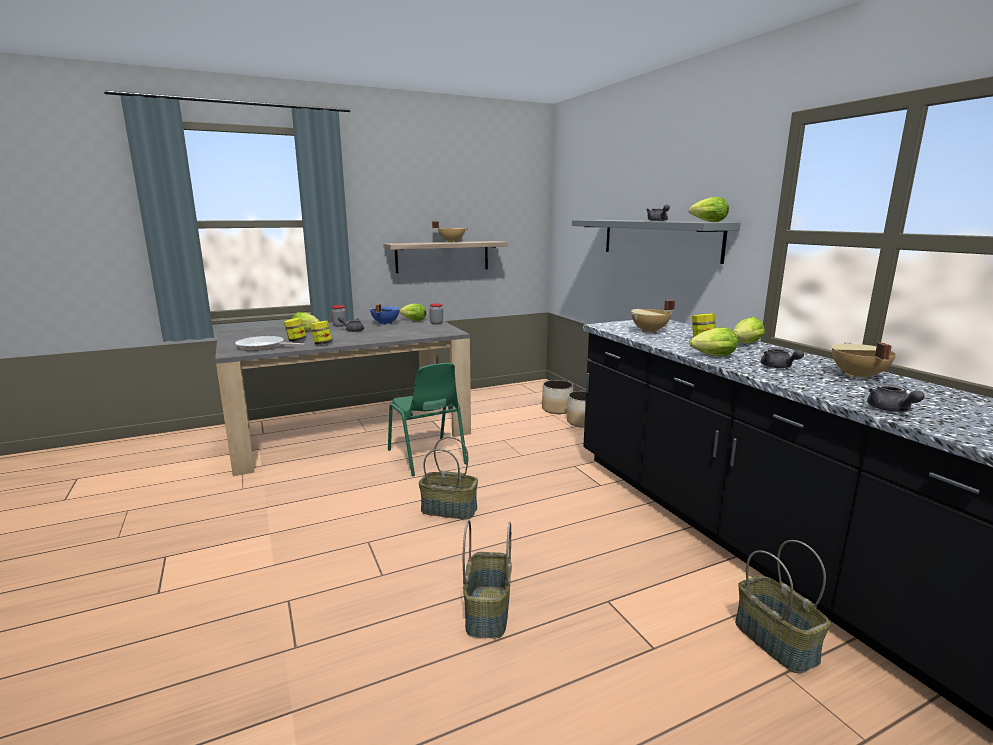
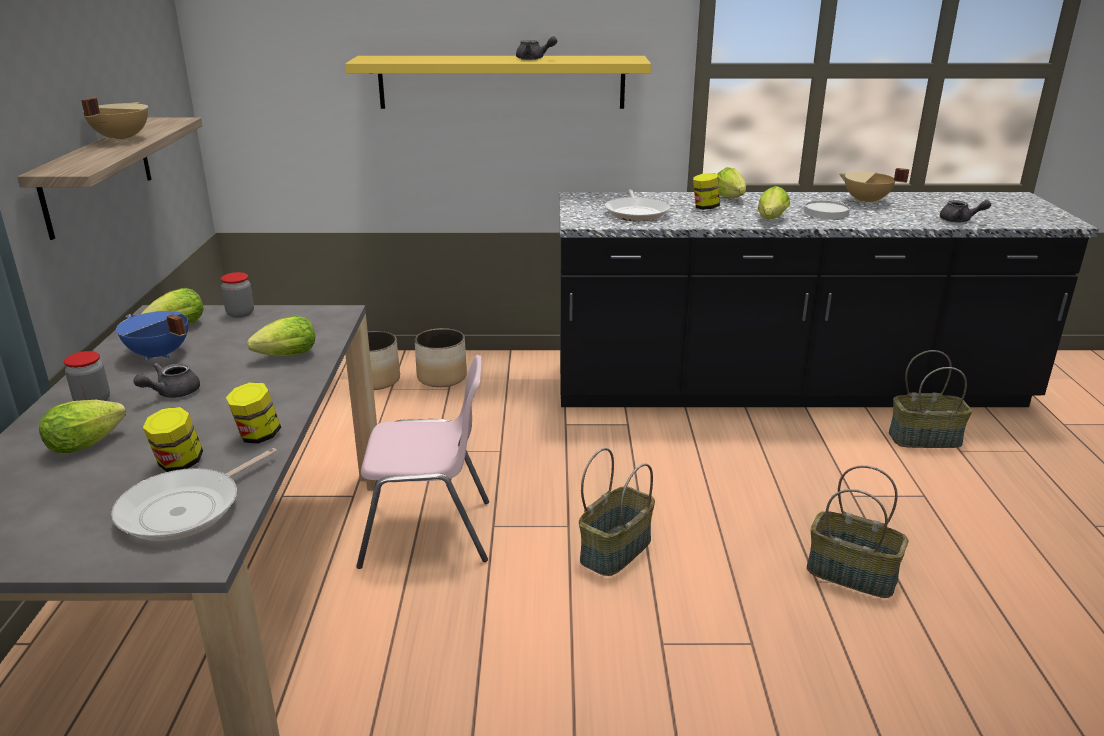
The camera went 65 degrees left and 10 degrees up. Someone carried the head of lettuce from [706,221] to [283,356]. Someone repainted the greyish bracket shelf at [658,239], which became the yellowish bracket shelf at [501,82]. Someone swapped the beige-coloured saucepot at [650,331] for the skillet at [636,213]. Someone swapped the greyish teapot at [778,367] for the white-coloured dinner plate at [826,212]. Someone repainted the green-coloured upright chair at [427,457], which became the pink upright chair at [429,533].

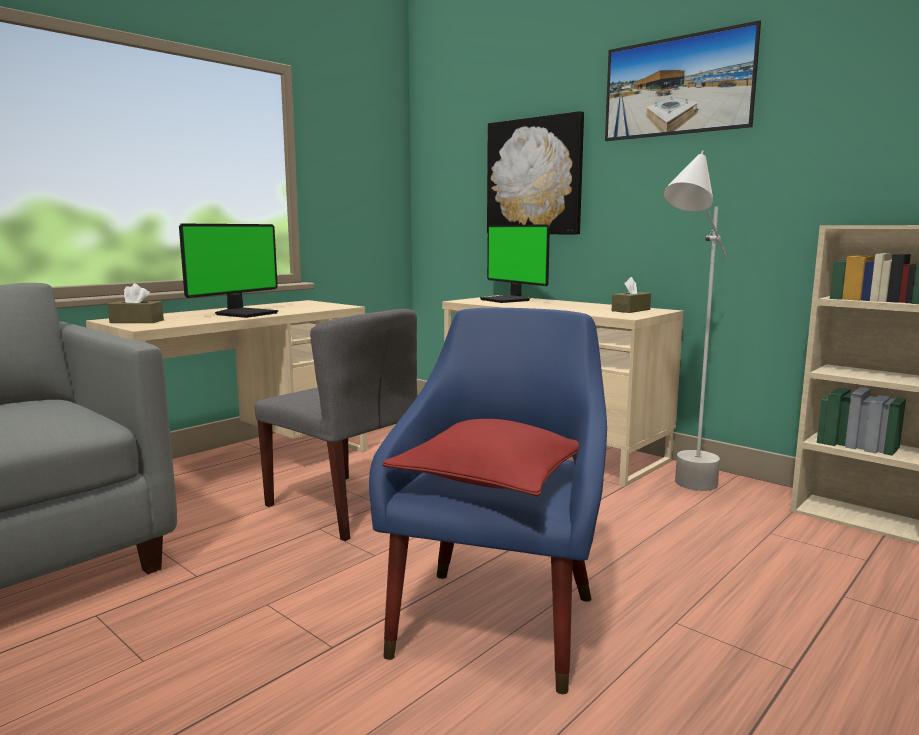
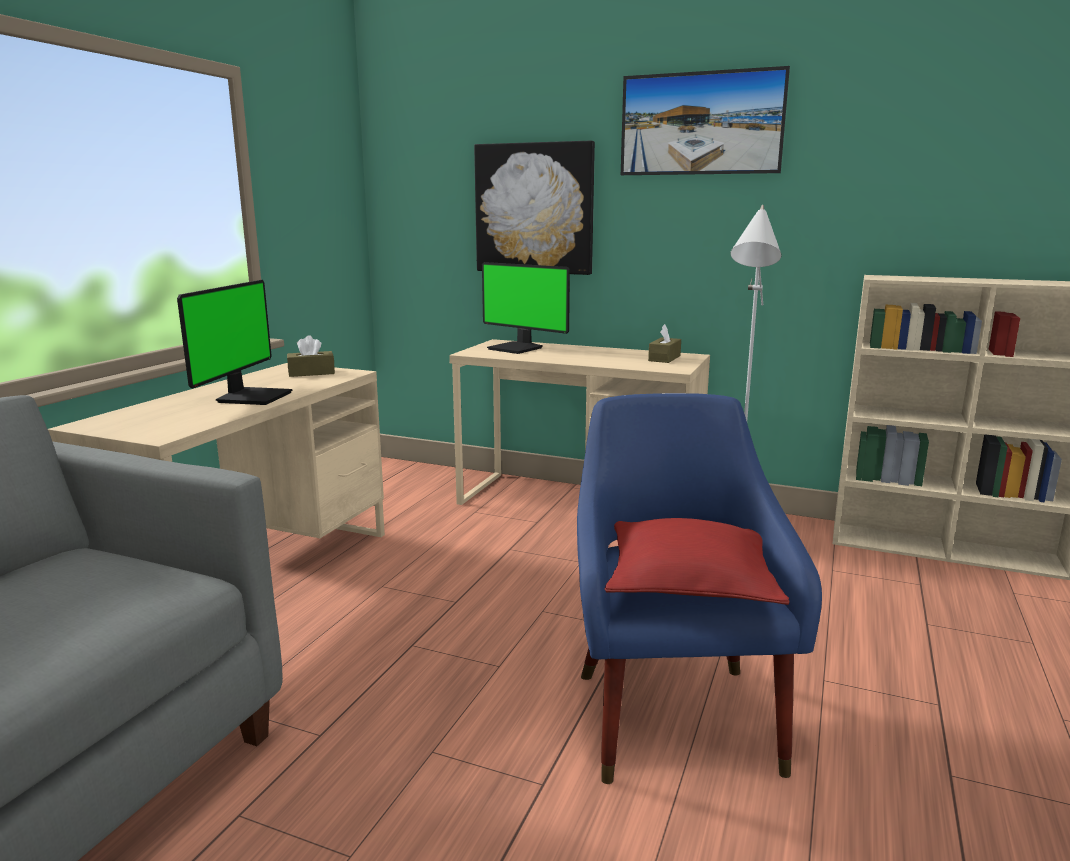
The camera went 20 degrees left and 5 degrees up. Someone carried the brownish tissue box from [137,321] to [311,373]. Someone took away the greyish upright chair at [346,505].

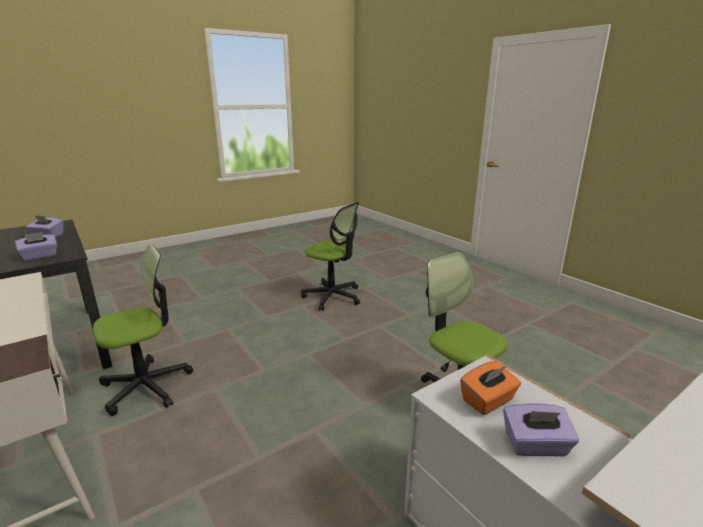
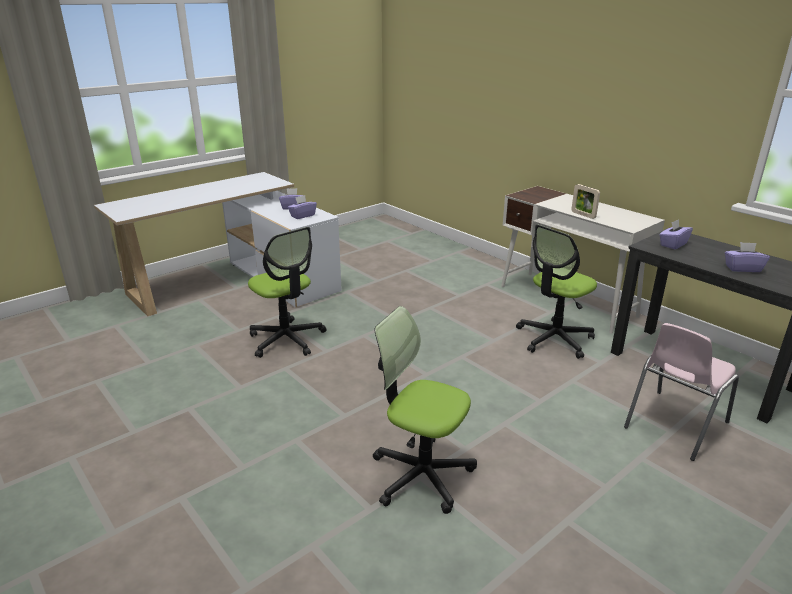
The camera went 175 degrees right and 5 degrees up. Someone repainted the orange tissue box at [488,401], which became the purple tissue box at [302,216]. Someone put down the standing frame at [583,215]. Someone put down the pink upright chair at [674,425].

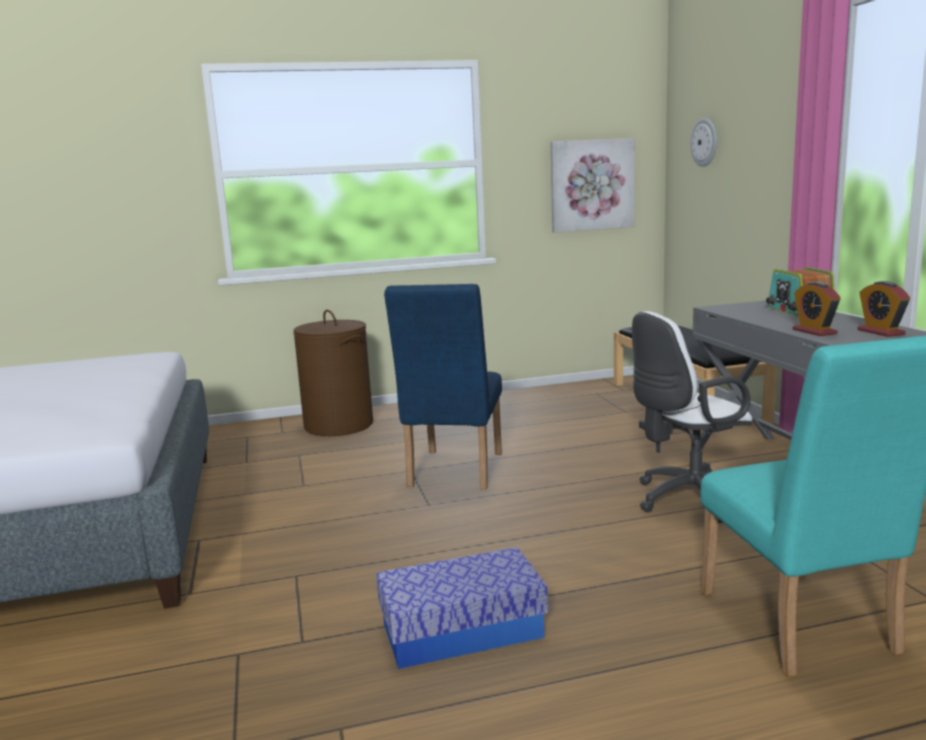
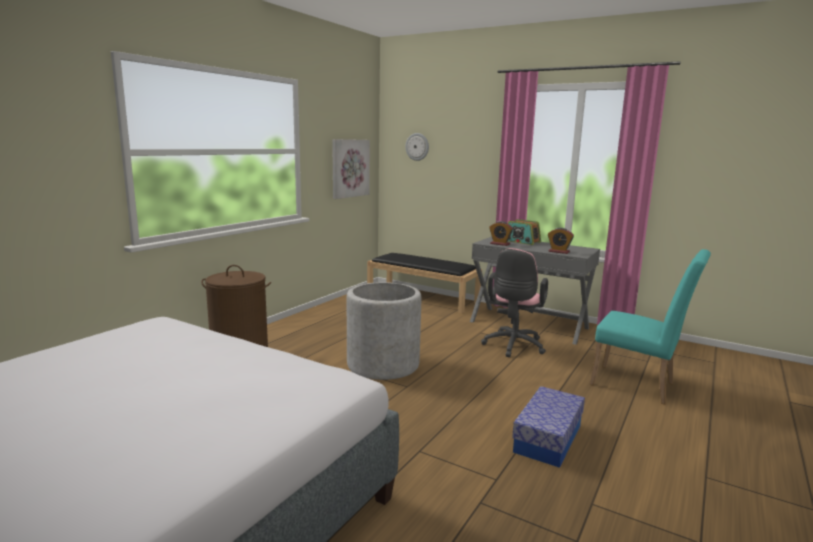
The camera went 45 degrees left and 0 degrees up. Someone carried the alarm clock from [880,332] to [500,244]. Someone swapped the blue upright chair at [453,473] for the greyish planter at [383,364]. Someone repainted the white-coloured computer chair at [687,499], which became the pink computer chair at [513,346].

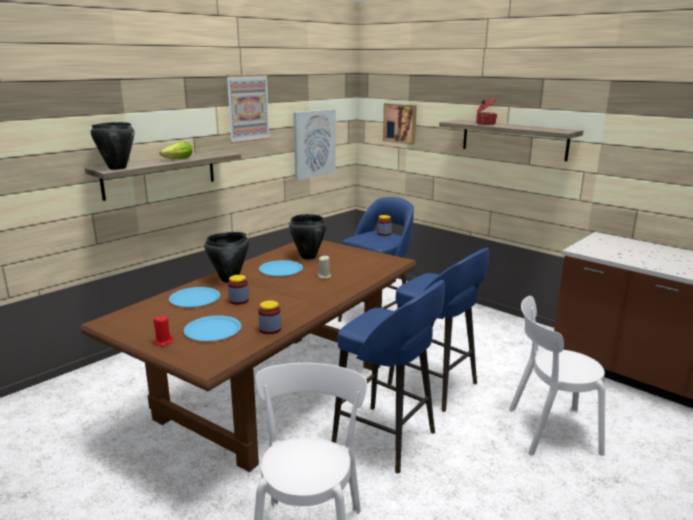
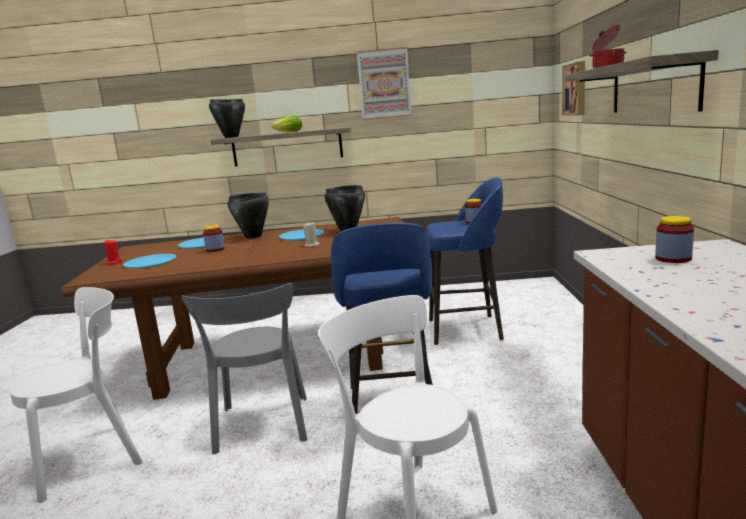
The camera went 50 degrees right and 5 degrees down. Someone took away the wall art at [314,143]. Someone swapped the blue stool at [387,439] for the greyish upright chair at [262,427]. Someone carried the storage jar from [270,329] to [673,259].

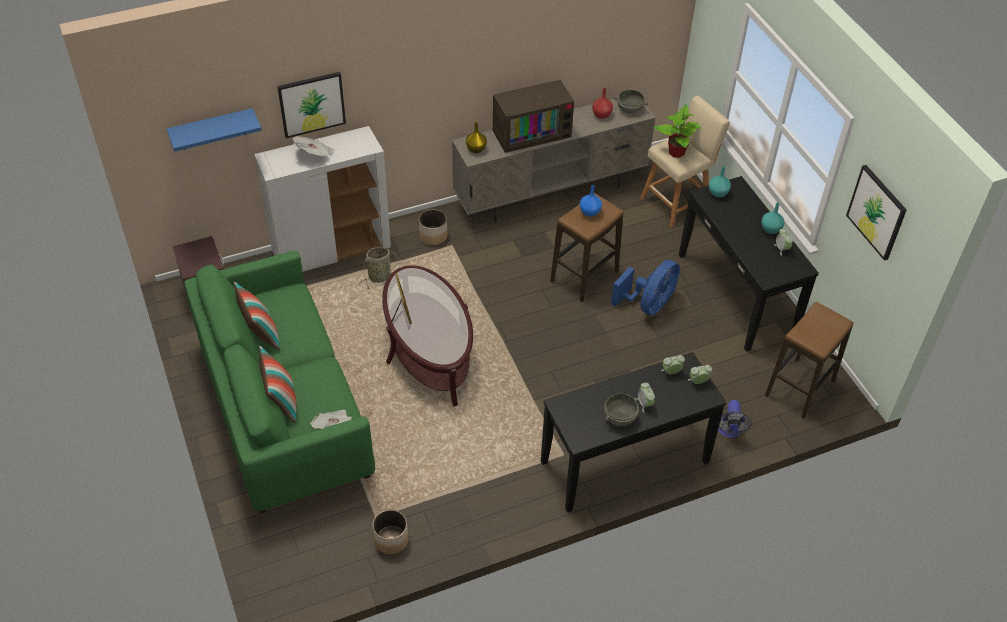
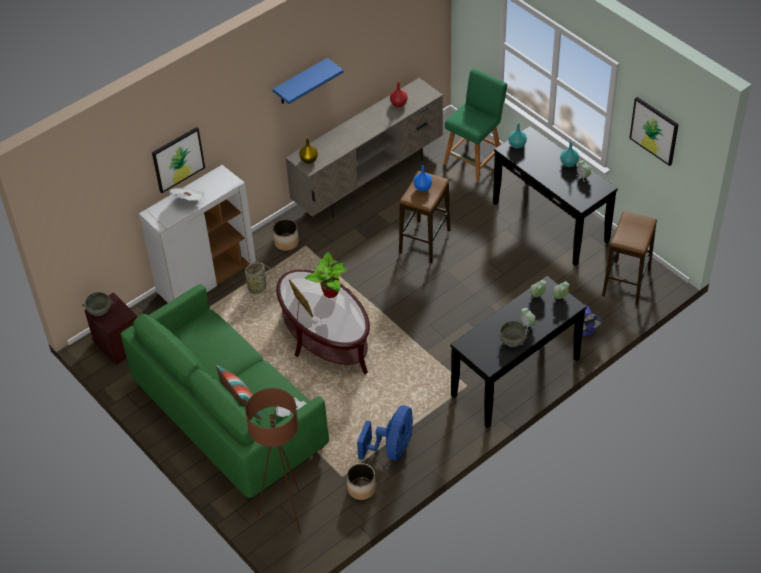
The camera went 15 degrees left and 0 degrees up. Someone took away the TV set at [531,132]. Someone carried the greyish bowl from [630,109] to [99,310]. Someone repainted the beige-coloured stool at [677,201], which became the green-coloured stool at [474,159]. Someone carried the plant in a pot from [676,152] to [330,292]. Someone carried the blue bracket shelf from [212,129] to [300,82]. Someone carried the blue cooling fan from [649,304] to [392,448]. Someone took away the pillow at [261,334]. Someone put down the brownish standard lamp at [286,512].

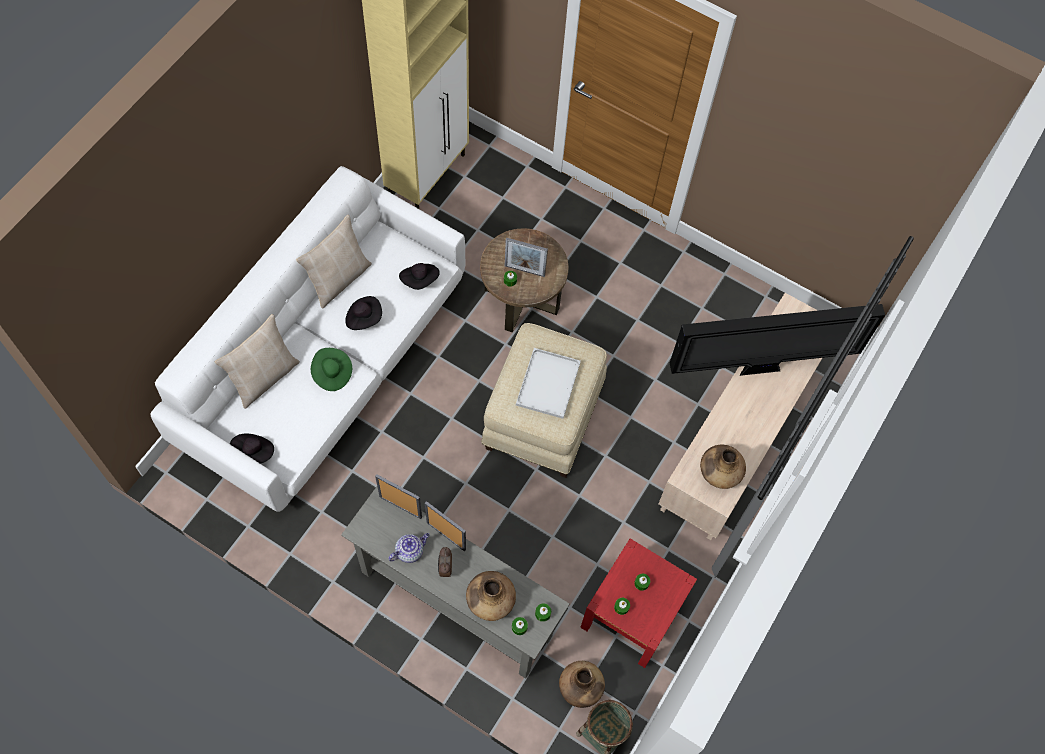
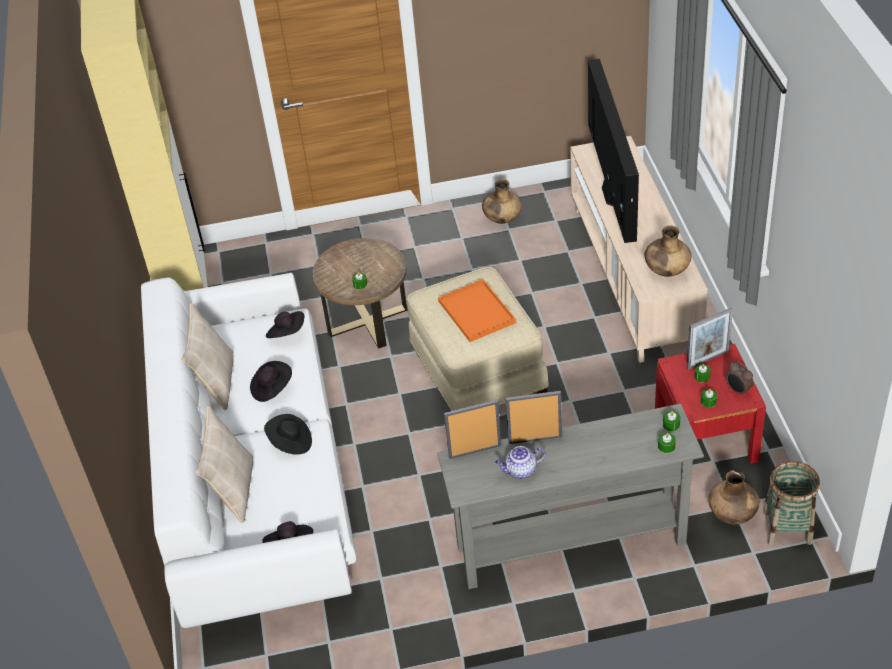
The camera went 35 degrees left and 20 degrees down. Someone carried the standing frame from [524,270] to [707,359]. Someone rotated the TV set at [761,367] by 45 degrees counterclockwise. Someone repainted the green-coloured wearable hat at [332,374], which became the black wearable hat at [290,443]. Someone repainted the white-coloured carrying tray at [548,382], which became the orange carrying tray at [475,311]. Someone rotated the teapot at [410,551] by 120 degrees counterclockwise. Someone carried the alarm clock from [445,568] to [738,391]. Someone carried the brownish decorative vase from [490,601] to [502,219].

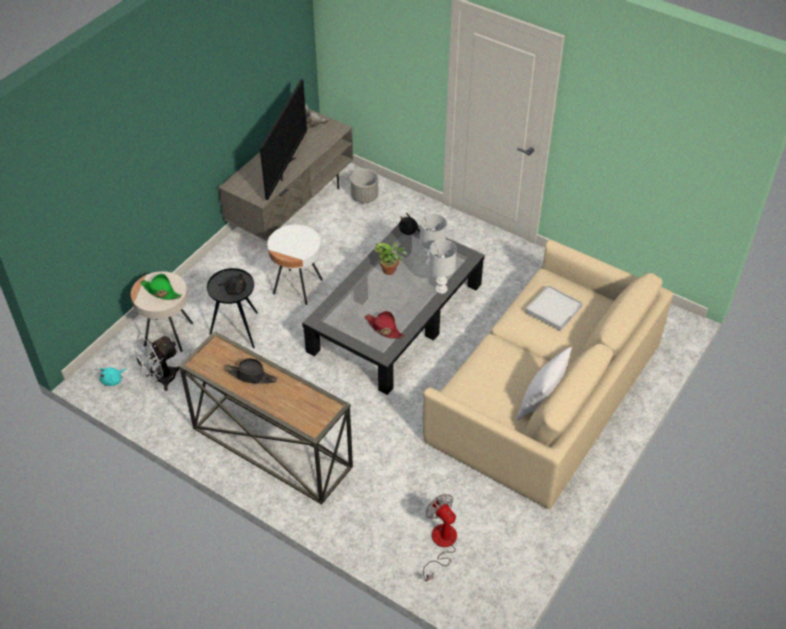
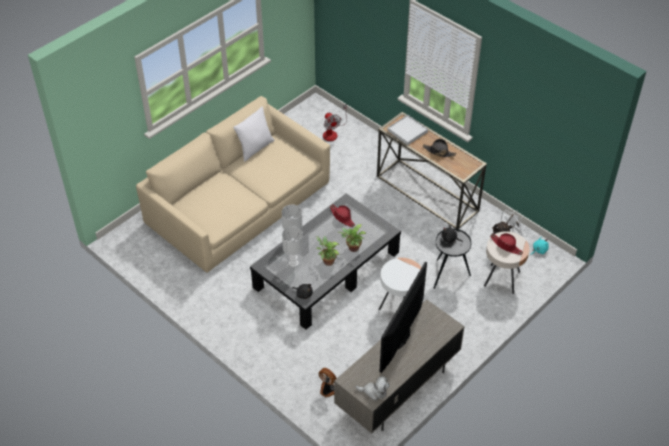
The camera went 170 degrees left and 0 degrees up. Someone swapped the greyish planter at [364,197] for the cooling fan at [328,390]. Someone repainted the green-coloured wearable hat at [161,291], which became the reddish wearable hat at [506,245]. Someone carried the white-coloured carrying tray from [553,309] to [407,131]. Someone put down the plant in a pot at [352,248].

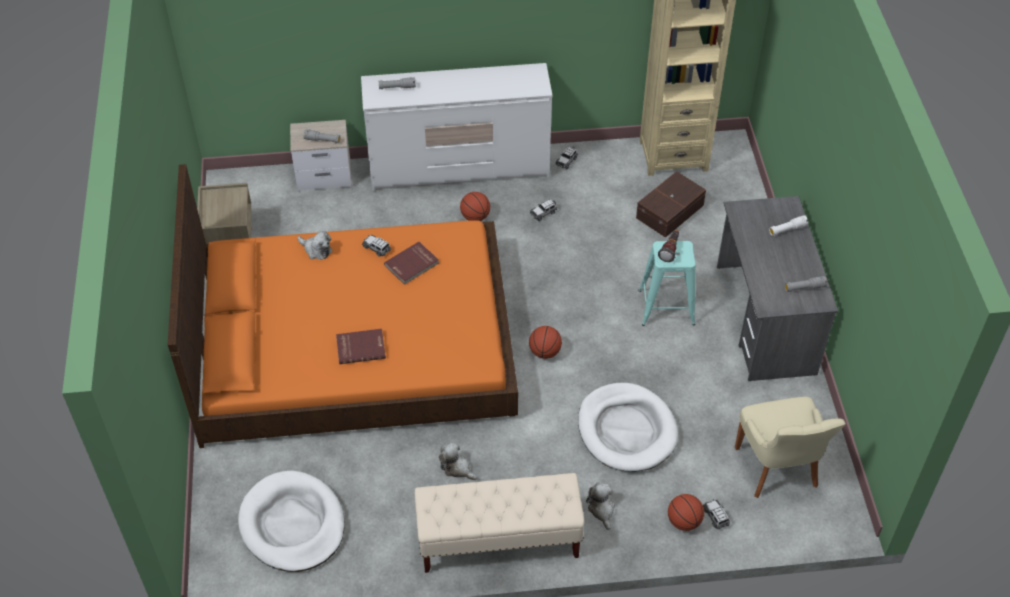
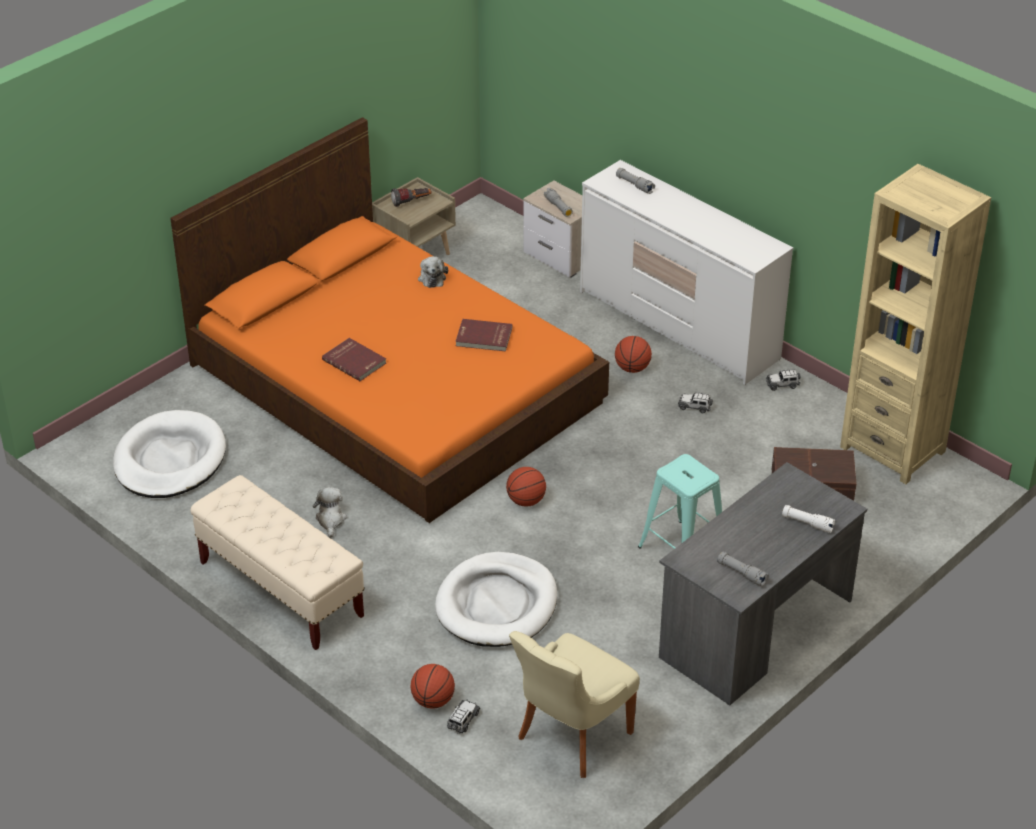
The camera went 50 degrees right and 10 degrees down. Someone carried the torch from [670,250] to [411,202]. Someone took away the model car at [377,248]. Someone took away the cuddly toy at [601,509].

